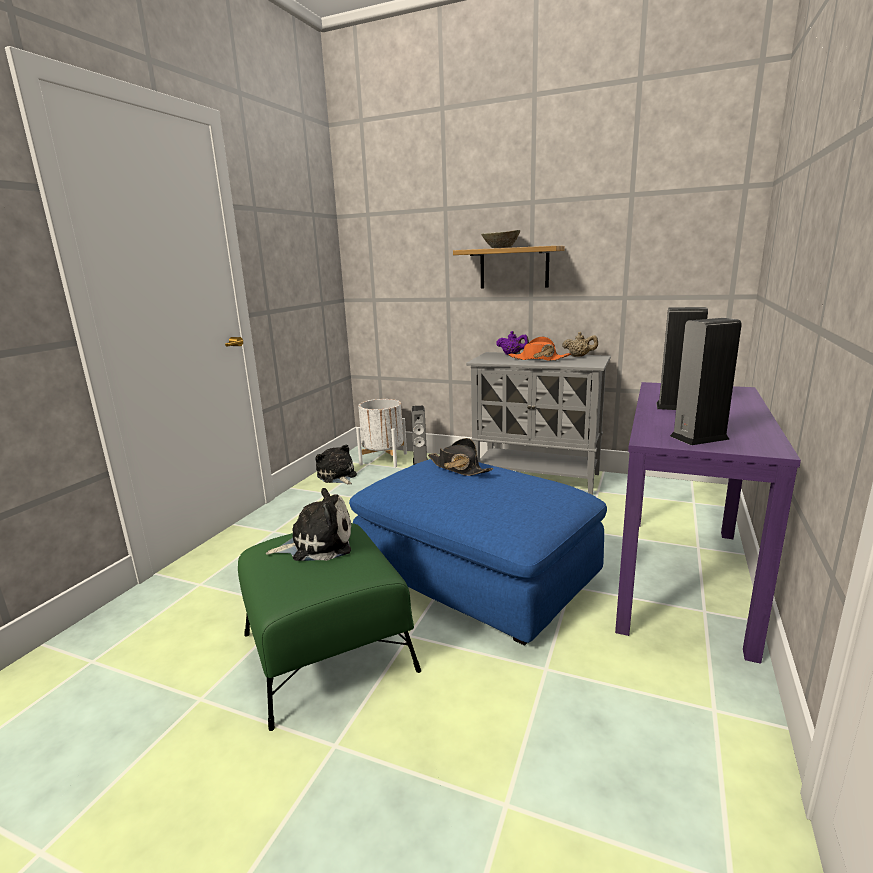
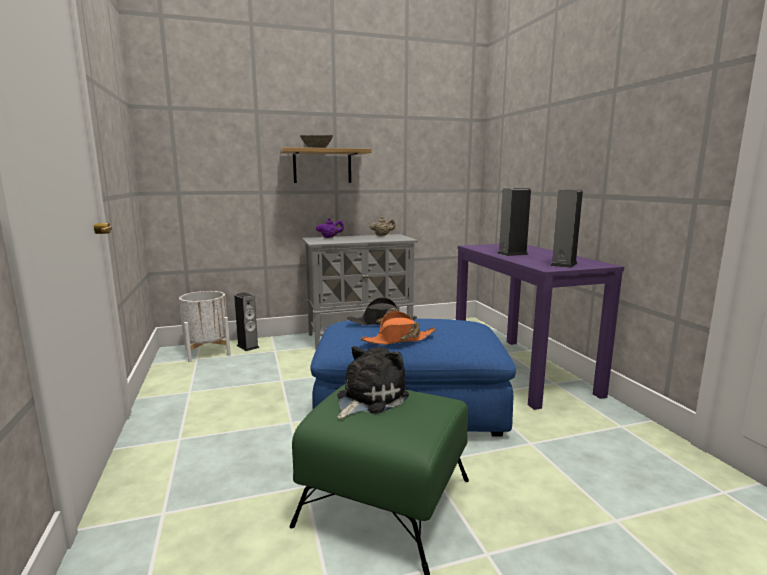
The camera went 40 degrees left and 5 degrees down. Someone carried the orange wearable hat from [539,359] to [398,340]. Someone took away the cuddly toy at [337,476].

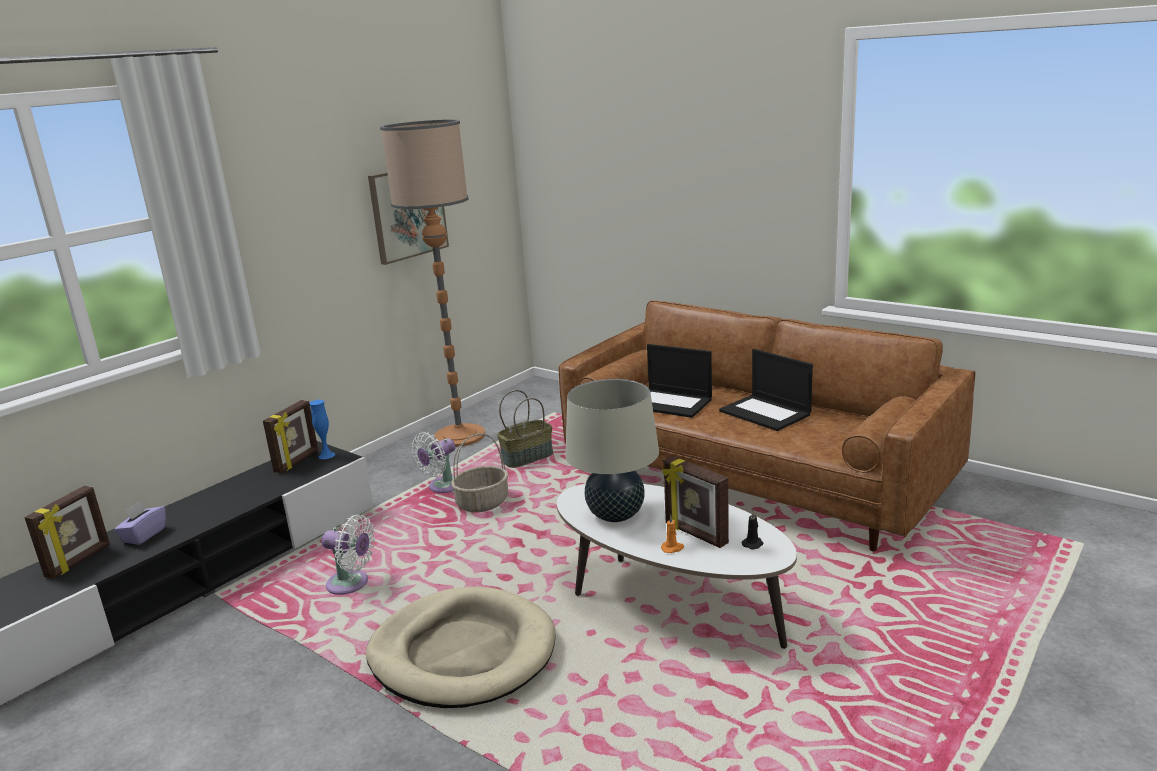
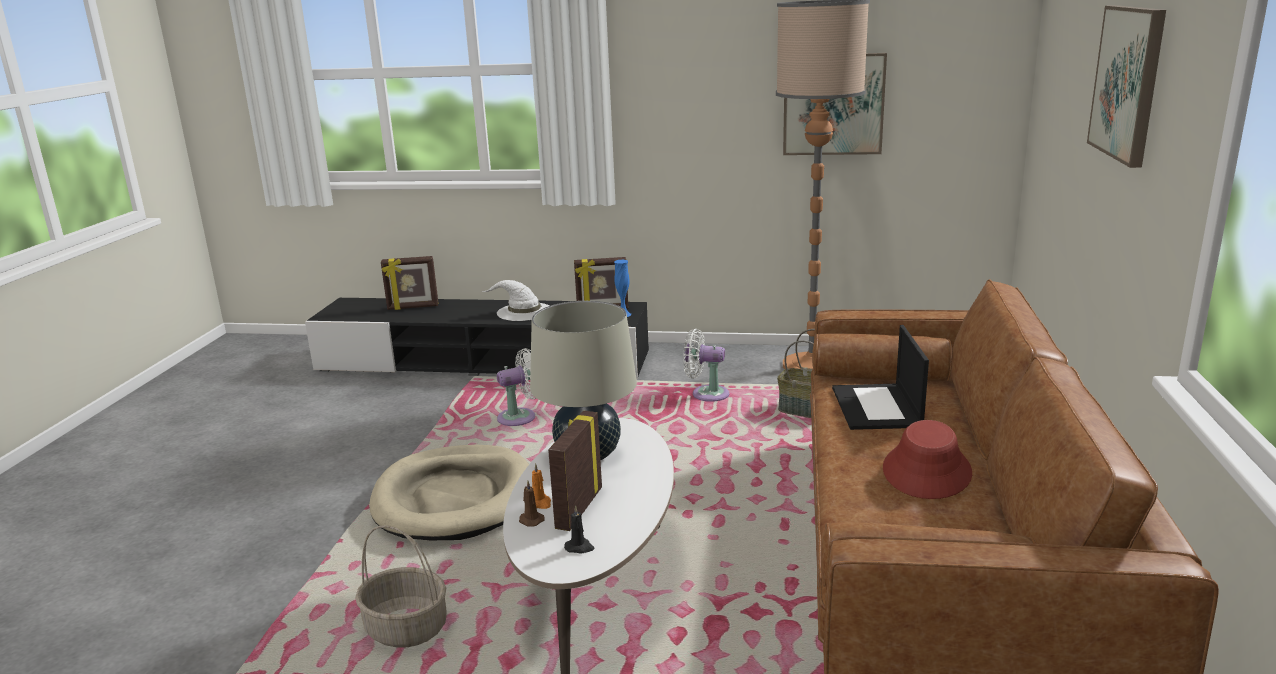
The camera went 60 degrees right and 0 degrees up. Someone swapped the laptop at [766,413] for the reddish wearable hat at [927,471]. Someone carried the storage basket from [482,503] to [405,629]. Someone took away the purple tissue box at [144,535]. Someone rotated the white-coloured cooling fan at [351,584] by 105 degrees counterclockwise. Someone put up the wall art at [1128,82]. Someone put down the white-coloured wearable hat at [523,312]. Someone put down the brownish wax candle at [530,520].

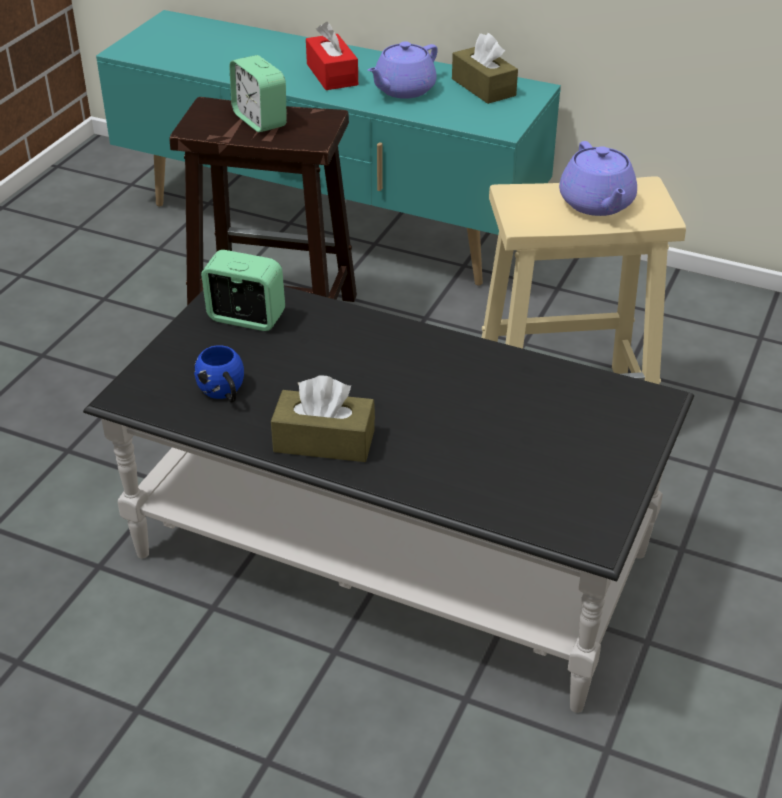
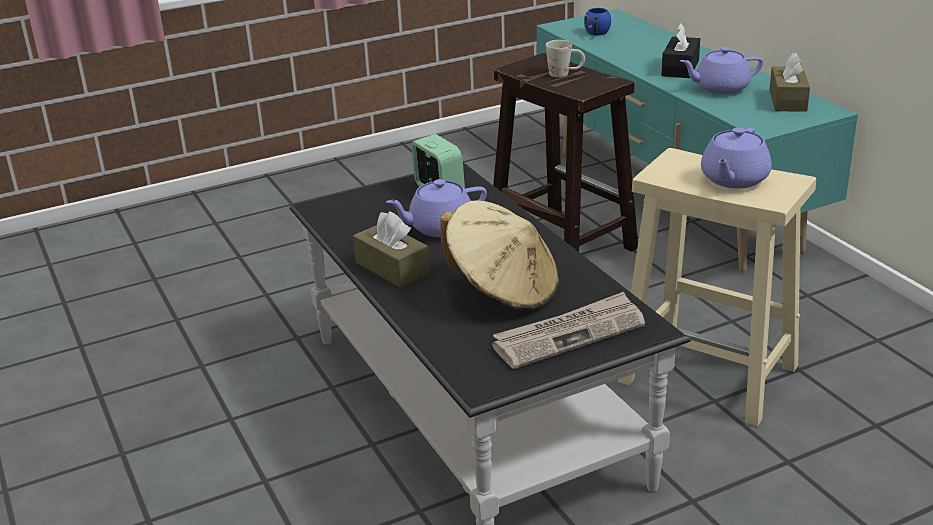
The camera went 40 degrees right and 10 degrees down. Someone repainted the reddish tissue box at [332,74], which became the black tissue box at [680,68]. Someone swapped the alarm clock at [260,120] for the white-coloured mug at [565,74]. Someone carried the blue mug from [224,393] to [596,34]. Someone put down the purple teapot at [439,227]. Someone put down the beige-coloured wearable hat at [503,290]. Someone put down the daily paper at [569,334].

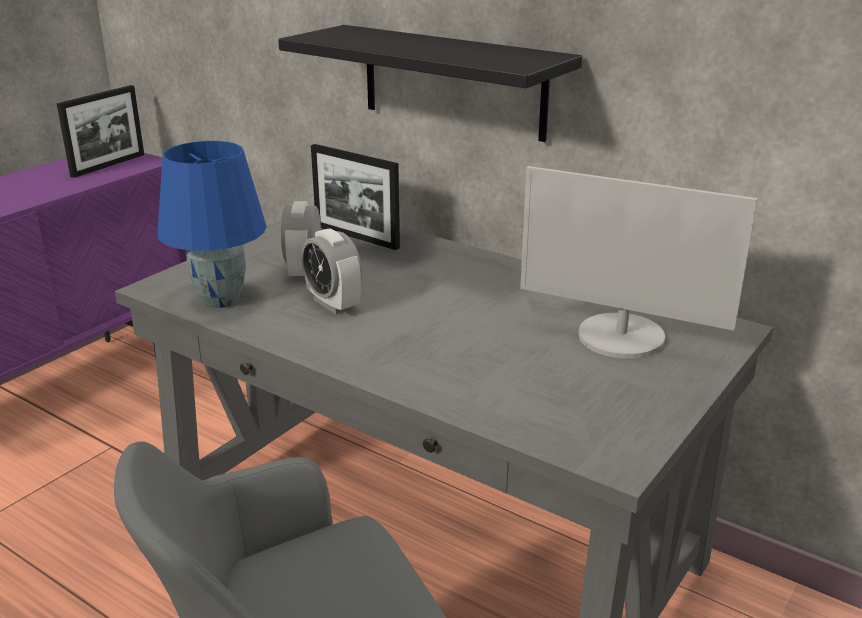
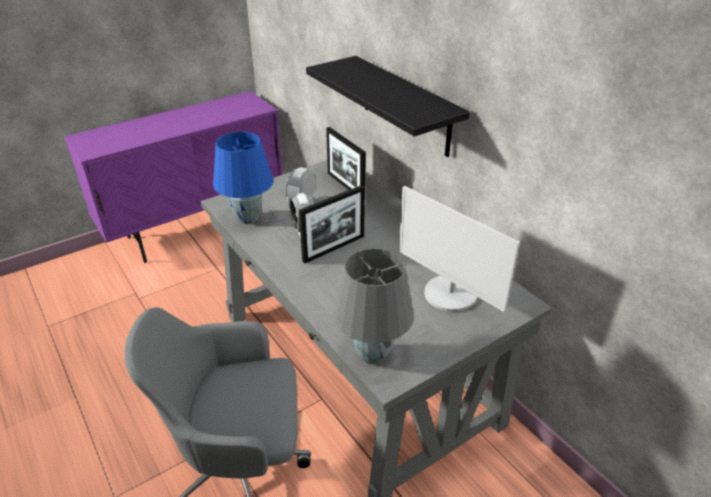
The camera went 20 degrees right and 10 degrees up. Someone carried the standing frame from [108,165] to [334,248]. Someone put down the greyish table lamp at [372,354].

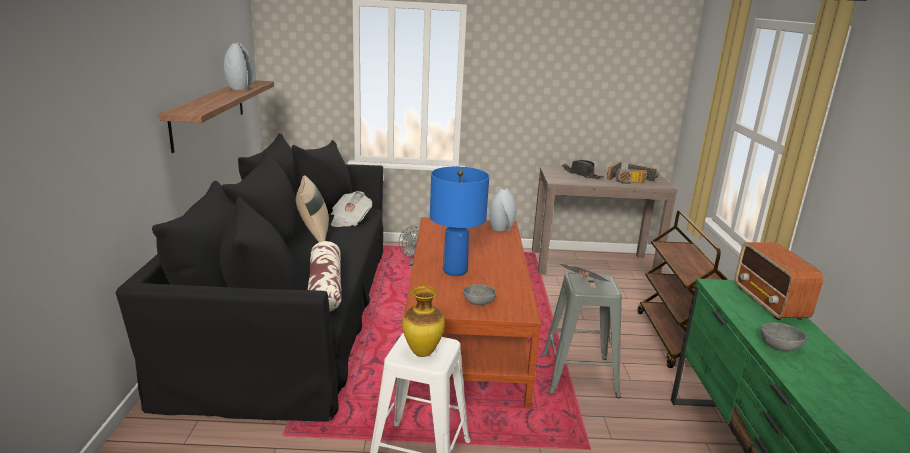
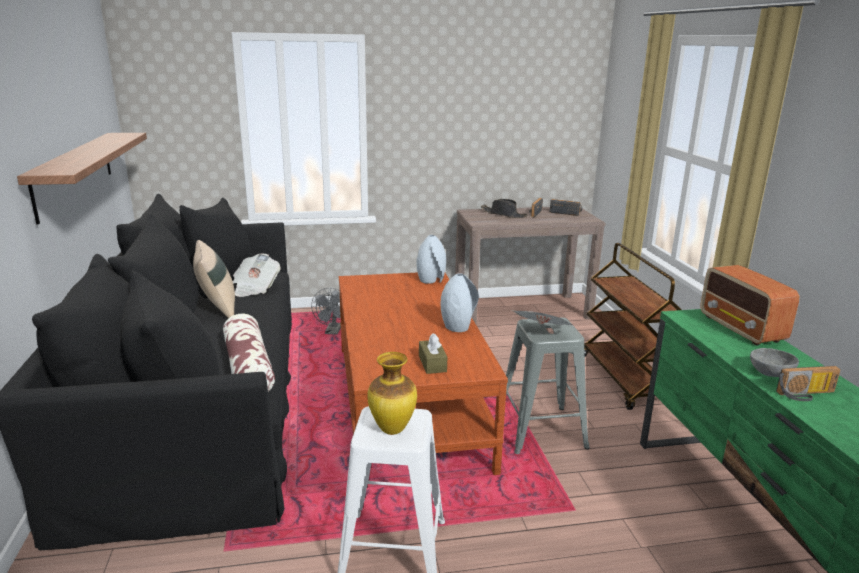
The camera went 10 degrees left and 0 degrees up. Someone carried the greyish decorative vase from [240,88] to [457,326]. Someone took away the blue table lamp at [455,271]. Someone carried the radio receiver from [630,182] to [806,395]. Someone swapped the greyish bowl at [478,302] for the brownish tissue box at [432,363].

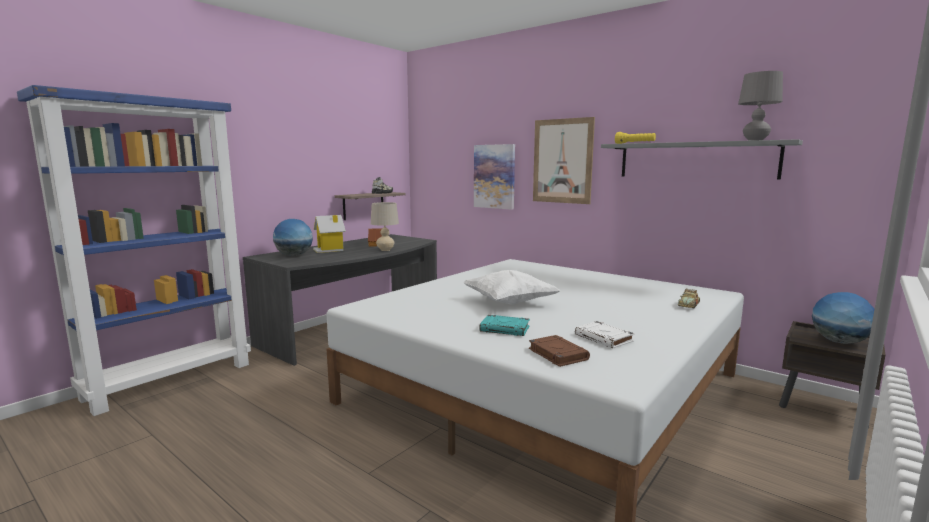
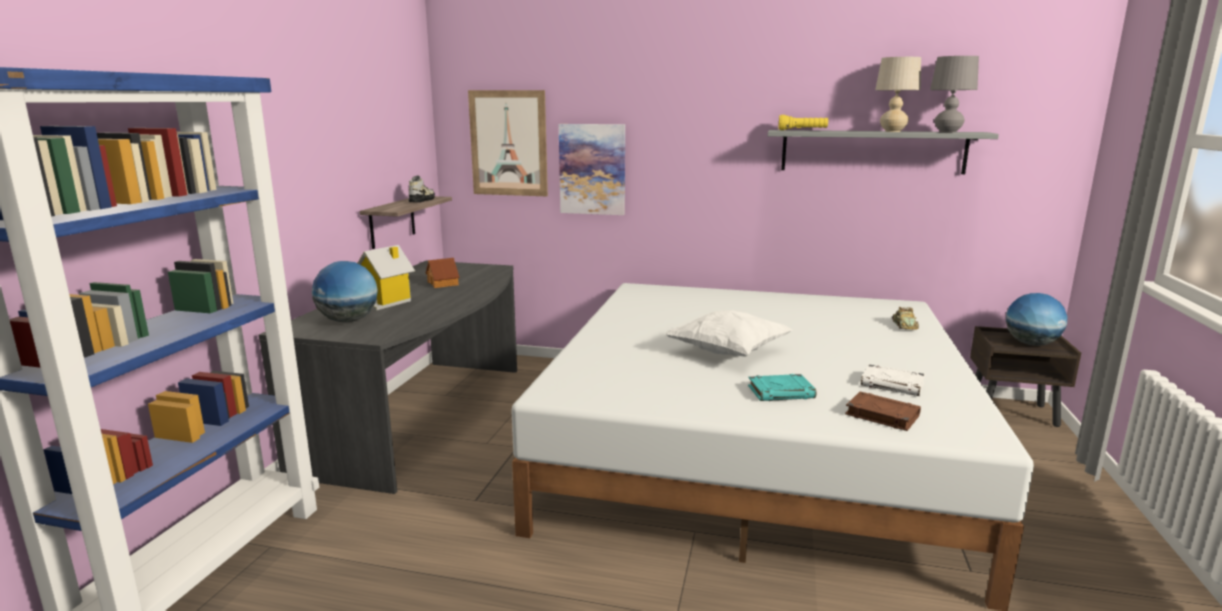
The camera went 25 degrees left and 5 degrees up. Someone carried the wall art from [562,161] to [508,143]. Someone carried the beige-coloured table lamp from [385,250] to [893,131].

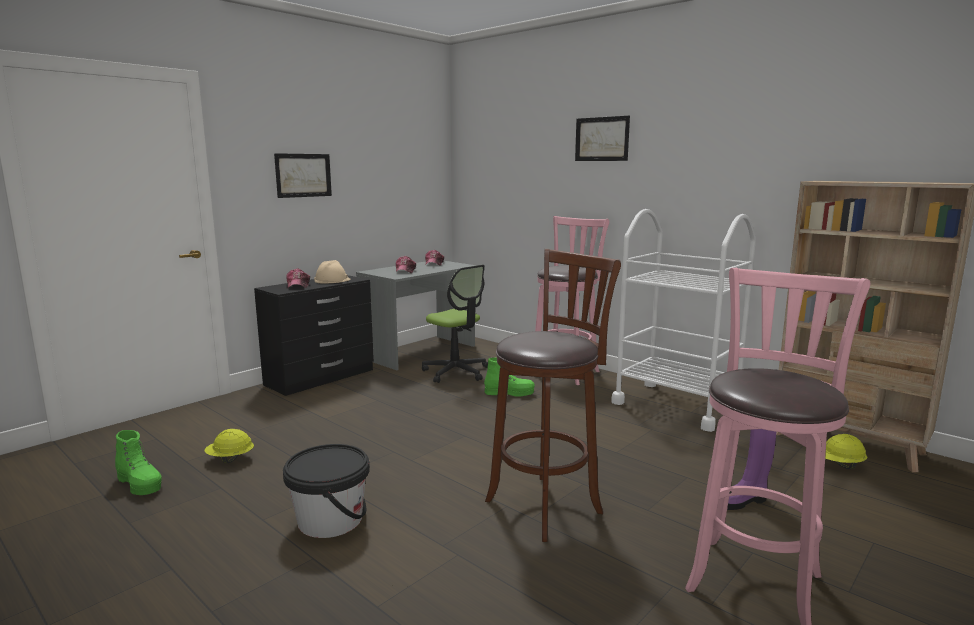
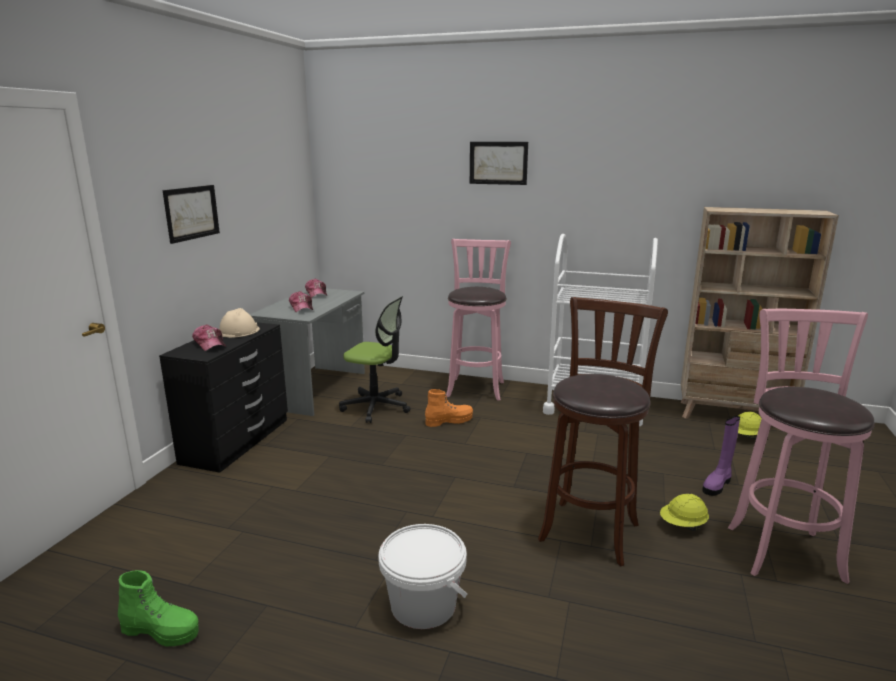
The camera went 25 degrees left and 5 degrees up. Someone repainted the green-coloured high-top boot at [509,393], which became the orange high-top boot at [449,421]. Someone carried the yellowish safety helmet from [230,459] to [683,525]. Someone repainted the black pail at [330,520], which became the white-coloured pail at [423,604].

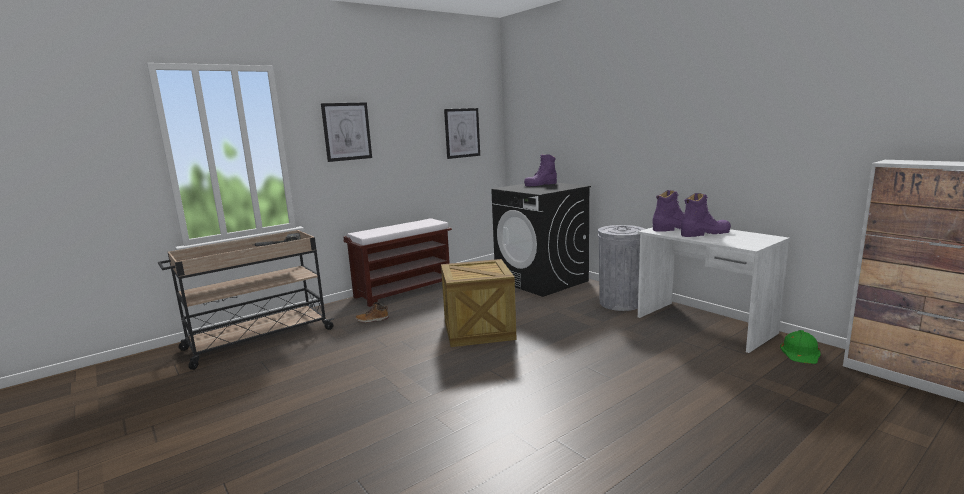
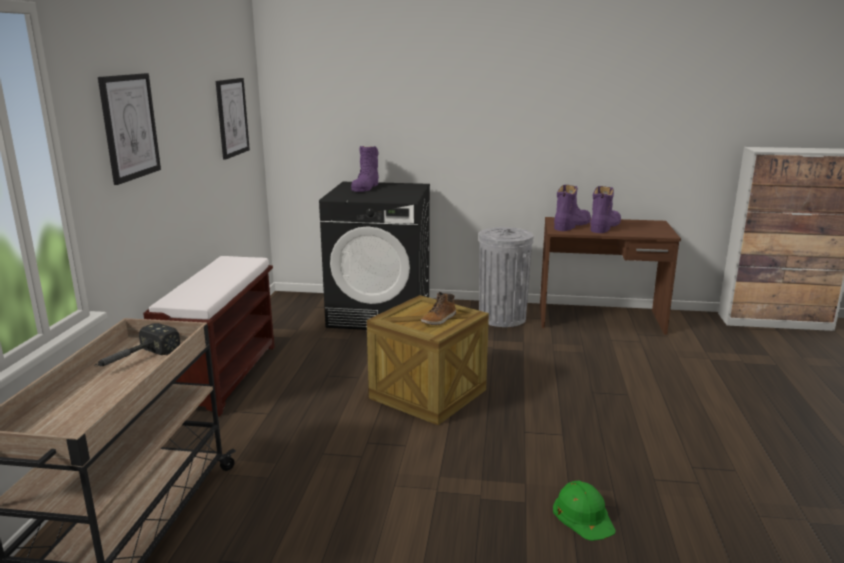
The camera went 45 degrees left and 5 degrees up. Someone repainted the white-coloured desk table at [704,325], which became the brownish desk table at [600,319]. Someone carried the high-top boot from [372,320] to [439,319]. Someone carried the green-coloured safety helmet from [801,352] to [583,515].

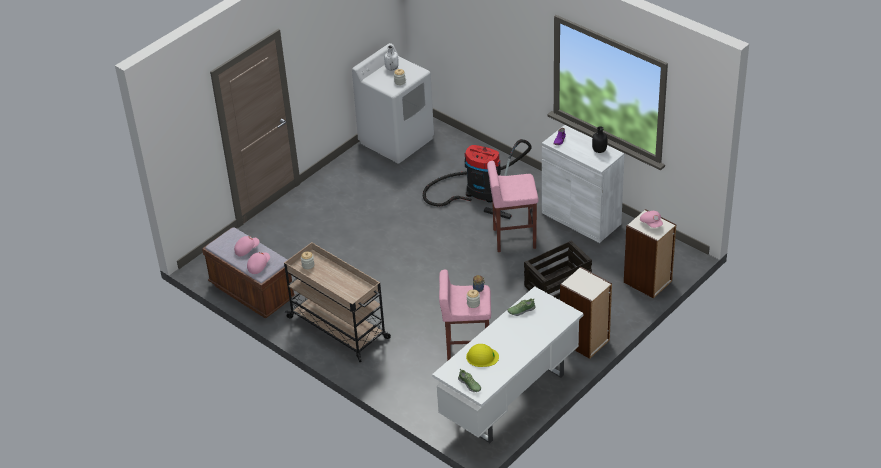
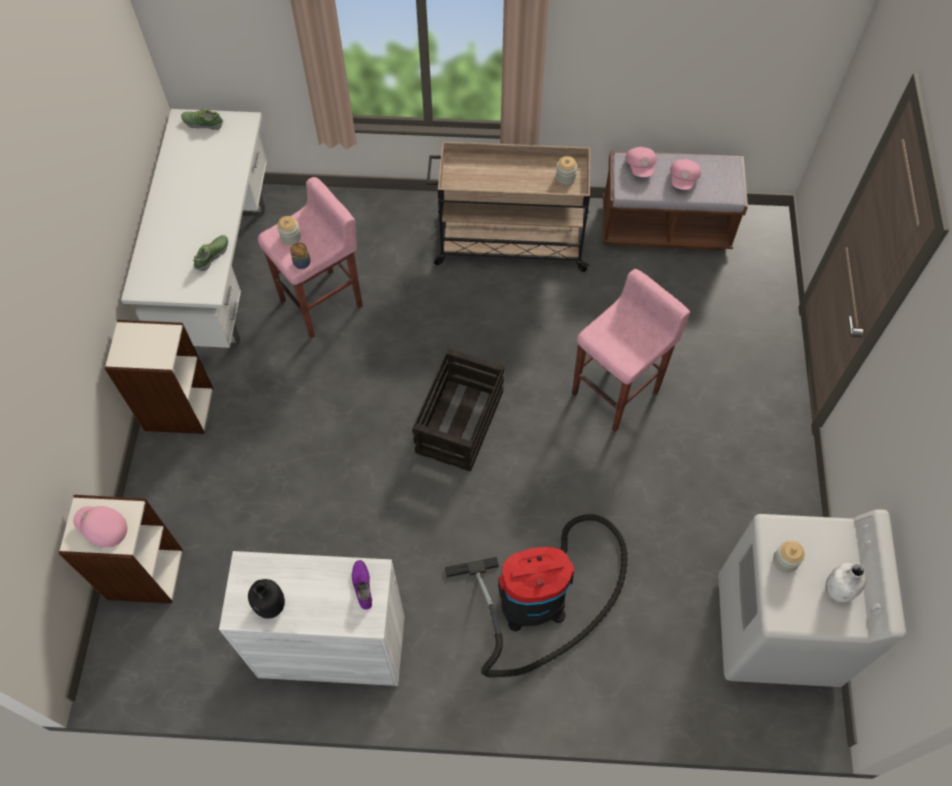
The camera went 140 degrees right and 20 degrees up. Someone carried the pink stool from [513,238] to [617,392]. Someone carried the shipping crate from [557,285] to [459,421]. Someone took away the yellowish safety helmet at [482,357].

